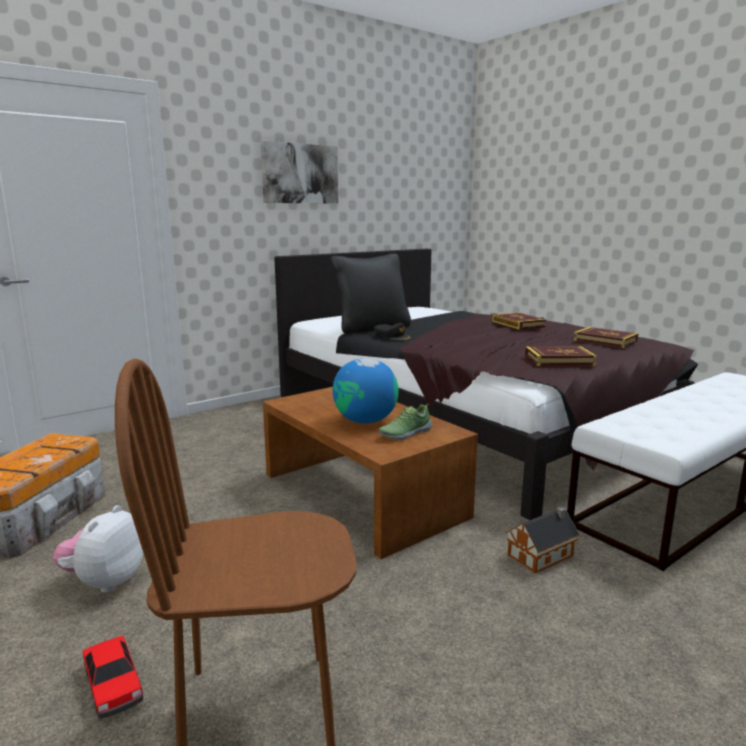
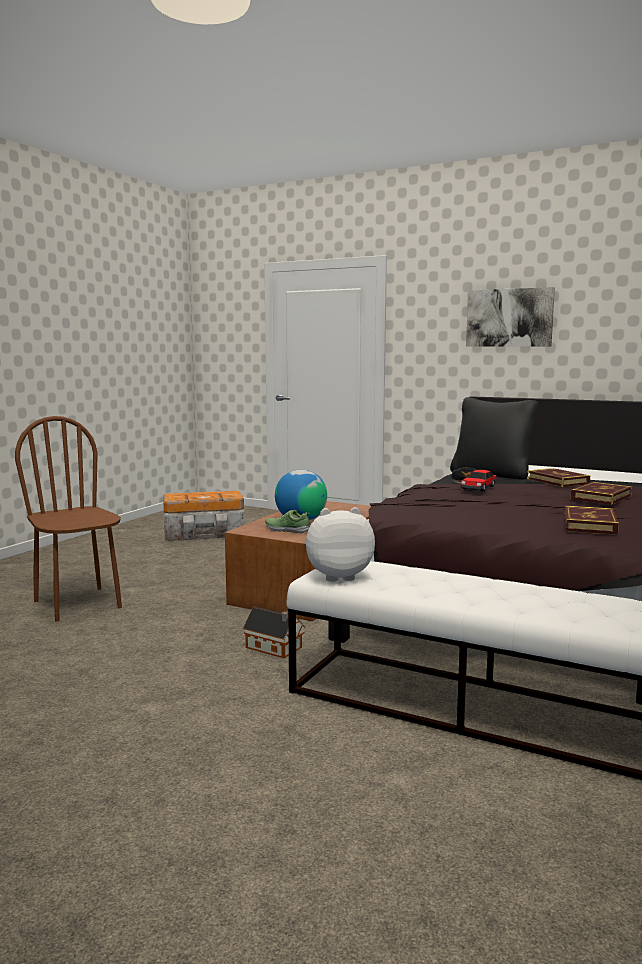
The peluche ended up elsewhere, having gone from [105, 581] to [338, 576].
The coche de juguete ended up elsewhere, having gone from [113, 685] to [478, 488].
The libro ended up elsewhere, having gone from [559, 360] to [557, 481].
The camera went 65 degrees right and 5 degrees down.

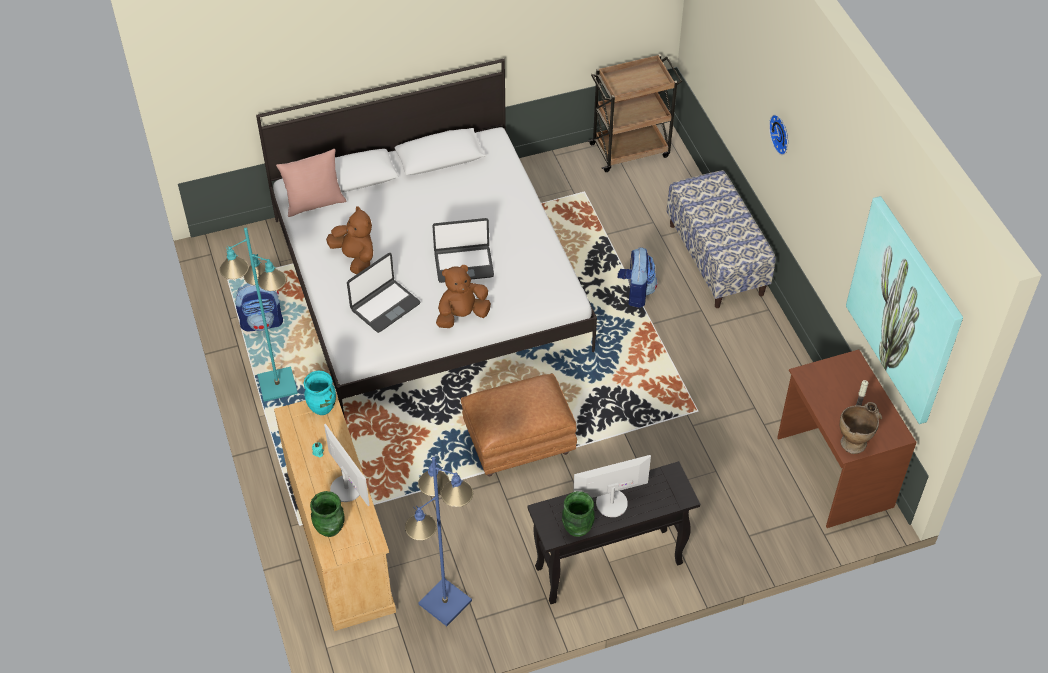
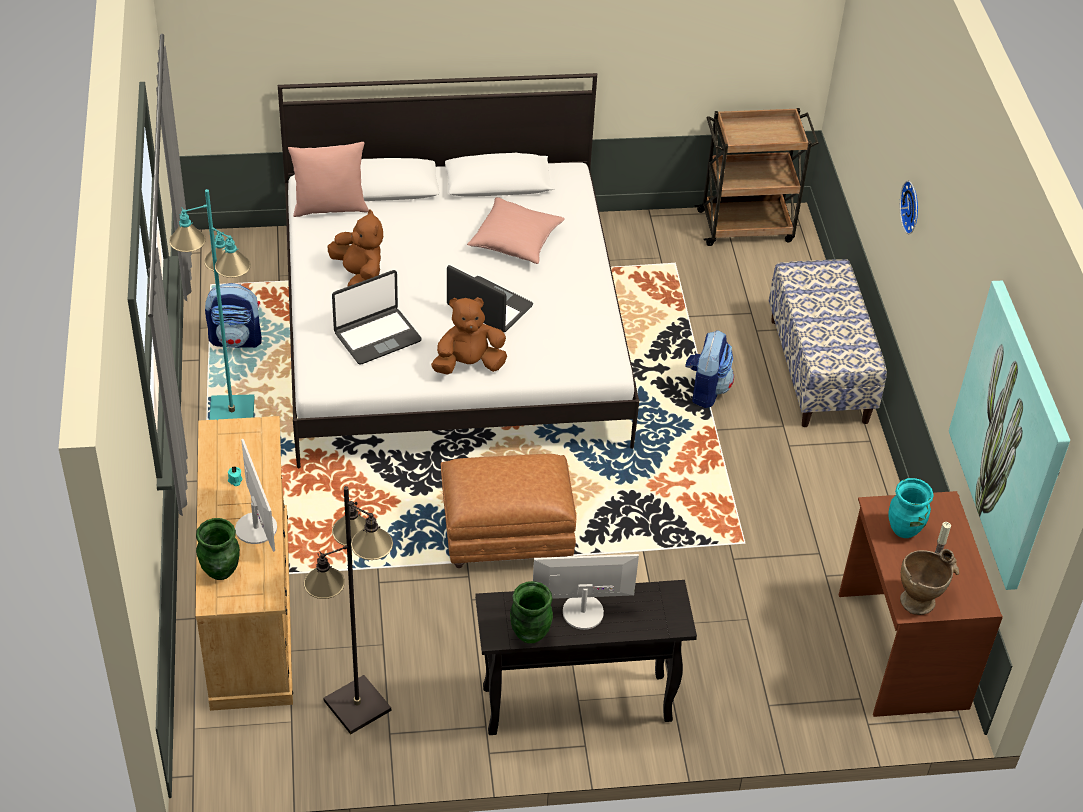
The florero/turquesa ended up elsewhere, having gone from [323, 408] to [904, 529].
What was the lámpara de pie/azul at [445, 603] turned into the lámpara de pie/negro at [357, 706].
The portátil at [463, 264] ended up facing another way, 150 degrees counterclockwise from before.
The second view gained the cojín/rosa at [516, 241].
The camera went 10 degrees right and 5 degrees down.

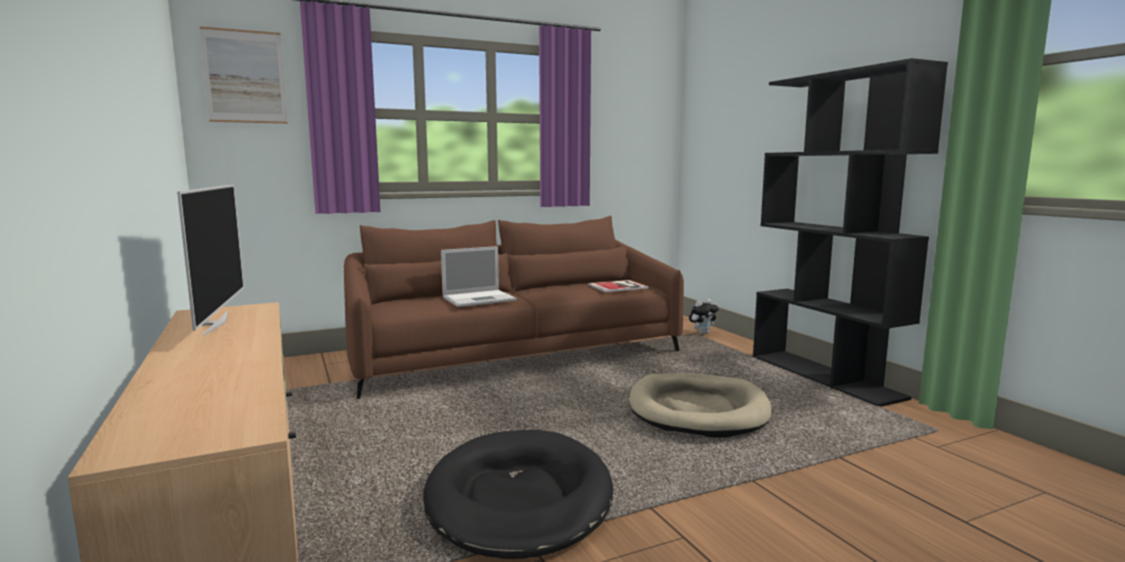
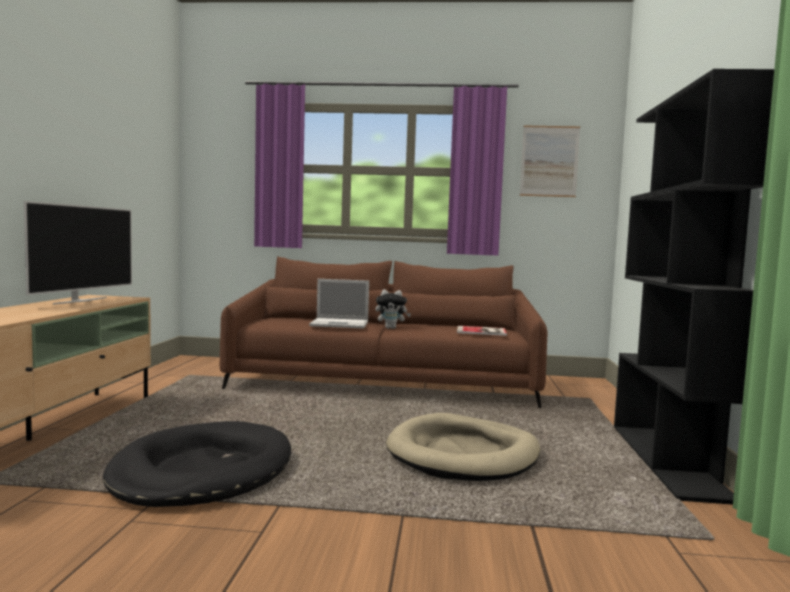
The cuadro ended up elsewhere, having gone from [245, 76] to [549, 161].
The peluche ended up elsewhere, having gone from [702, 333] to [391, 328].
The camera went 30 degrees right and 5 degrees down.

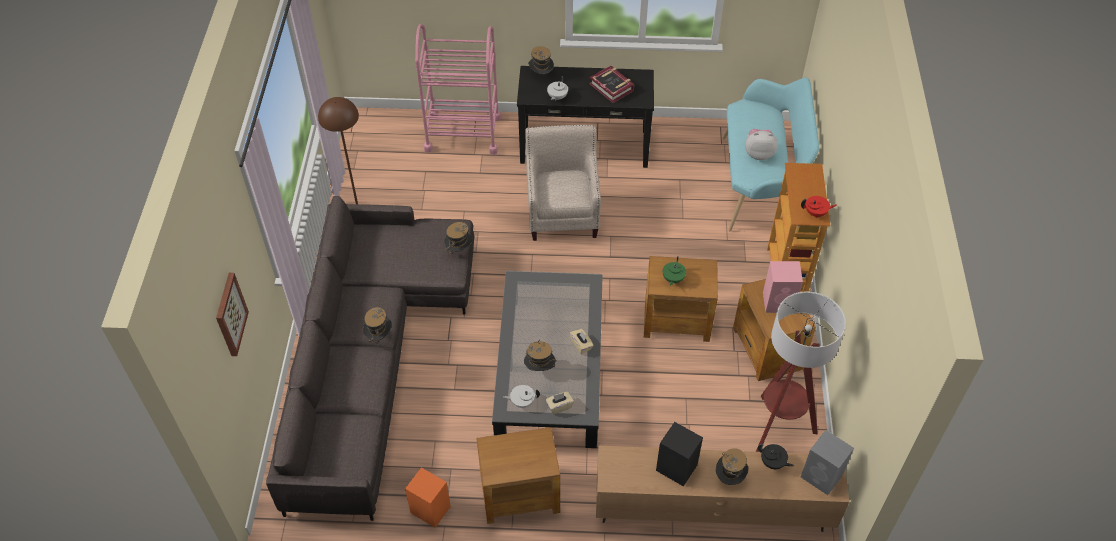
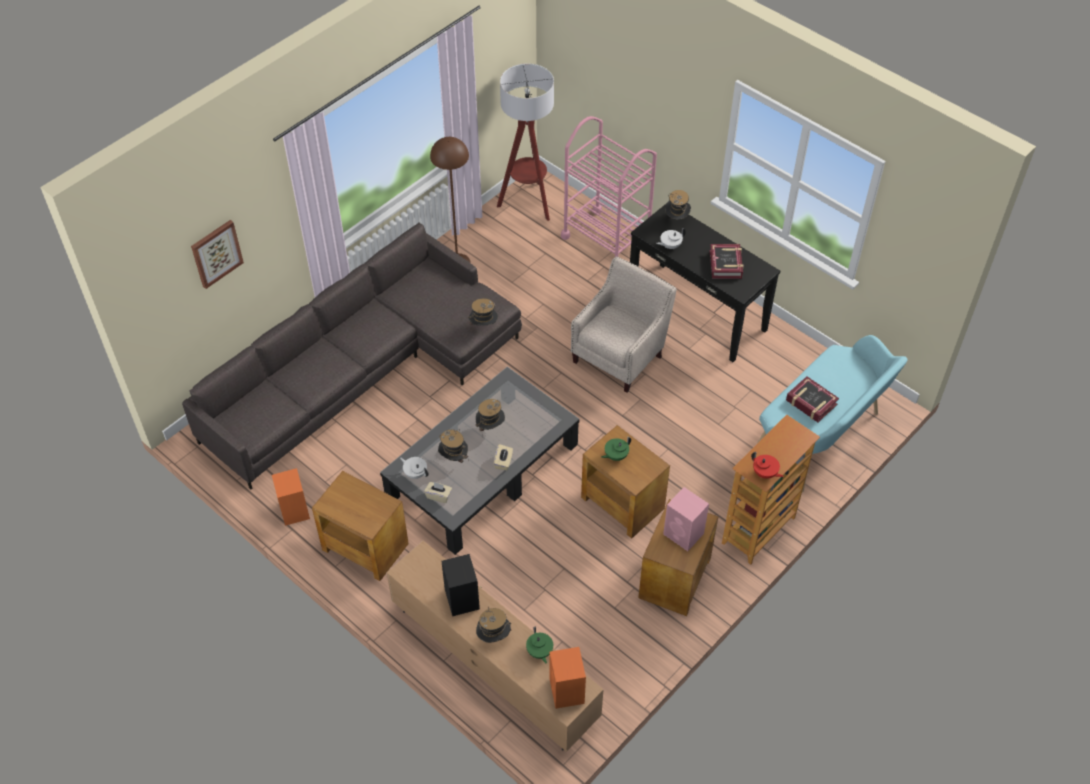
The sombrero ended up elsewhere, having gone from [379, 336] to [490, 427].
Where the peluche stood at [758, 153], the libro came to stand at [811, 402].
The lámpara de pie ended up elsewhere, having gone from [778, 427] to [528, 203].
What was the tetera/negro at [772, 463] turned into the tetera/verde at [539, 652].
What was the altavoz/gris at [822, 477] turned into the altavoz/naranja at [567, 692].
The camera went 40 degrees right and 0 degrees up.

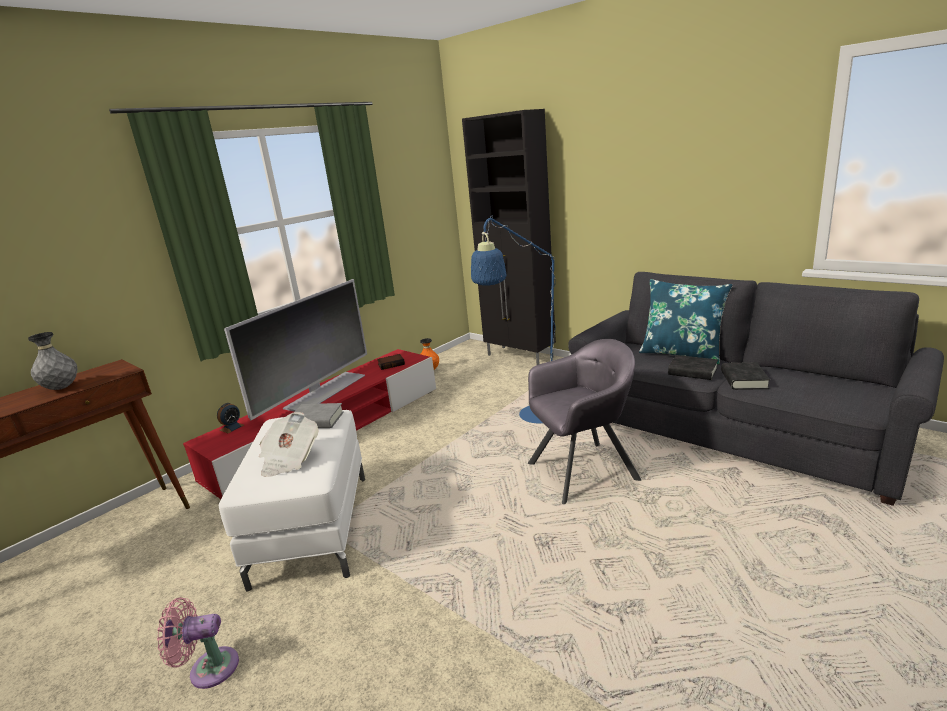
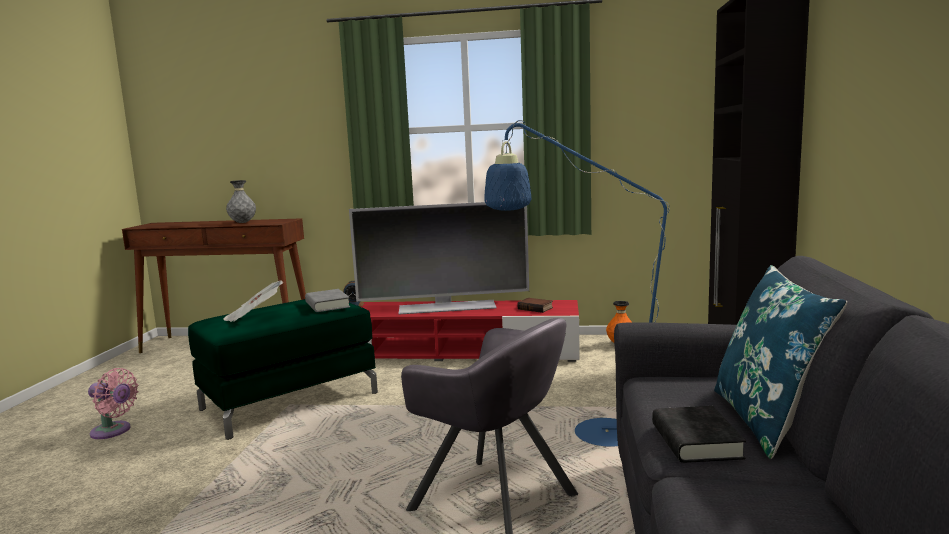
The ventilador/rosa at [209, 668] ended up facing another way, 150 degrees clockwise from before.
What was the puf/blanco at [312, 526] turned into the puf/verde at [290, 400].
The second view lost the libro/negro at [744, 380].
The camera went 55 degrees right and 10 degrees down.

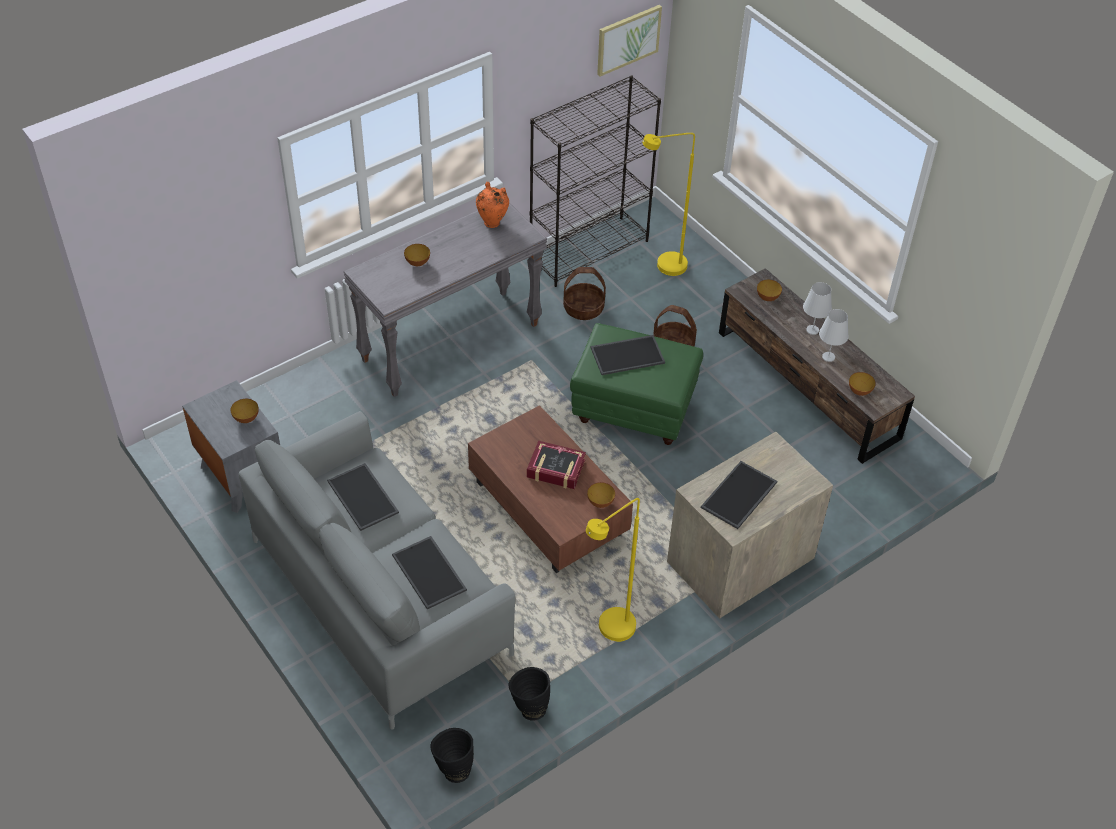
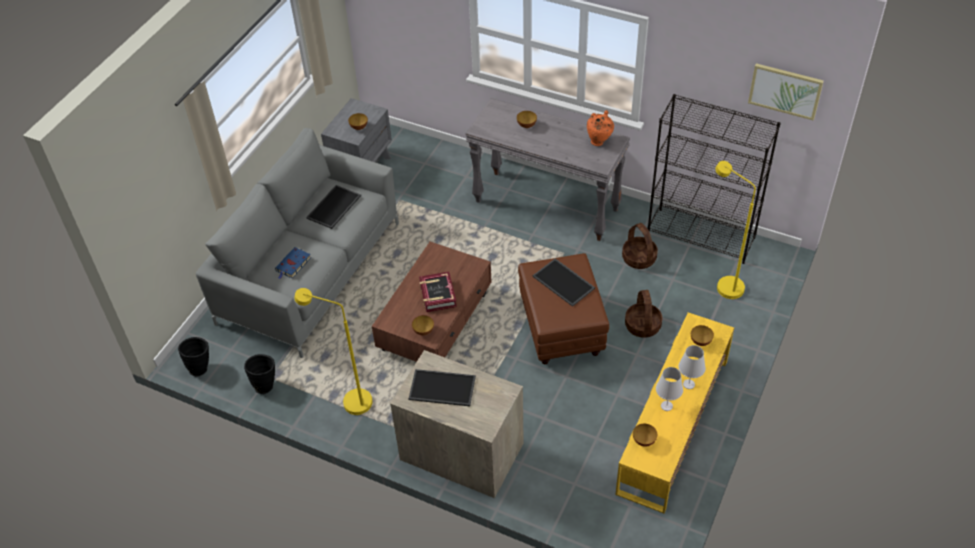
Where the bandeja stood at [430, 572], the libro/azul came to stand at [293, 265].
What was the puf/verde at [634, 409] turned into the puf/marrón at [562, 329].
What was the mueble de televisión/marrón at [808, 385] turned into the mueble de televisión/amarillo at [673, 426].
The camera went 65 degrees right and 0 degrees up.

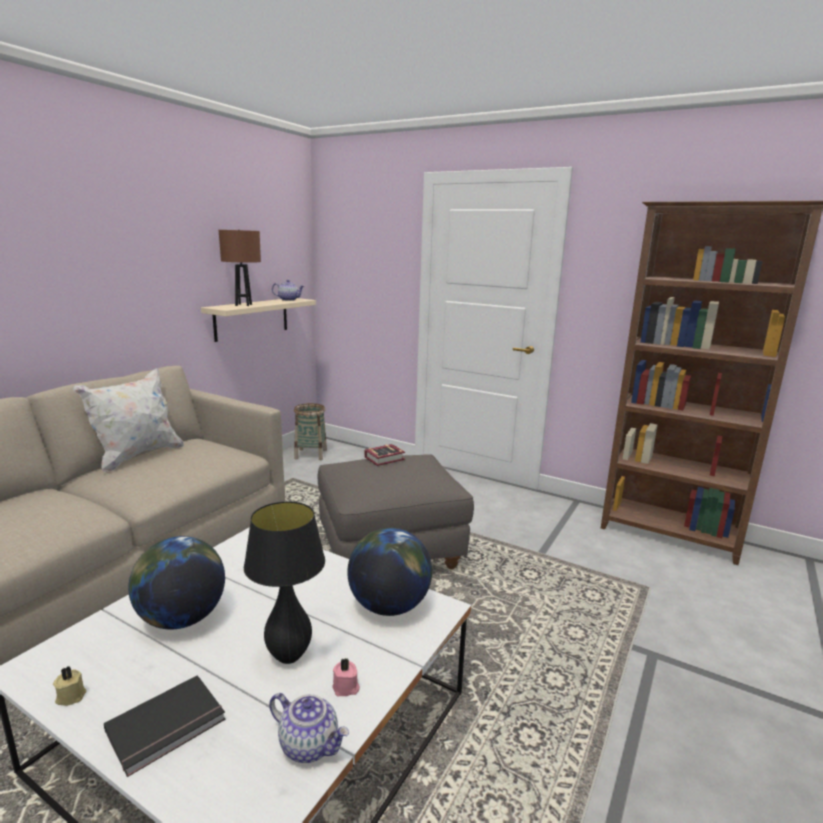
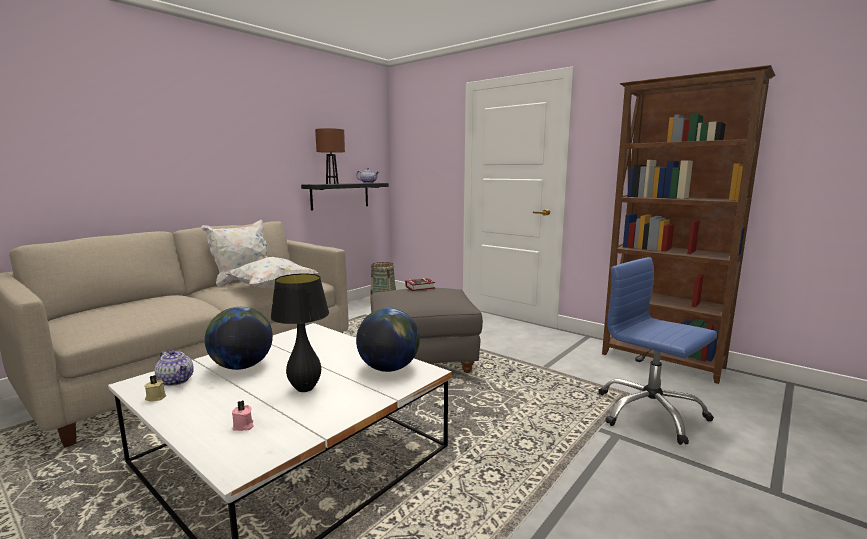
The second view lost the libro/negro at [168, 727].
What was the estante/beis at [252, 318] turned into the estante/negro at [340, 195].
The tetera ended up elsewhere, having gone from [310, 745] to [176, 381].
The vela/rosa ended up elsewhere, having gone from [346, 688] to [243, 426].
The second view gained the cojín/blanco at [272, 288].
The second view gained the silla de oficina/azul at [649, 413].
The camera went 10 degrees right and 5 degrees down.

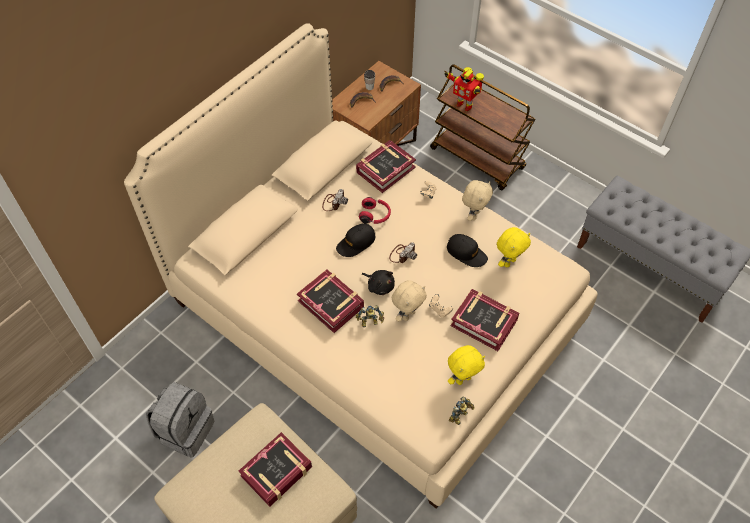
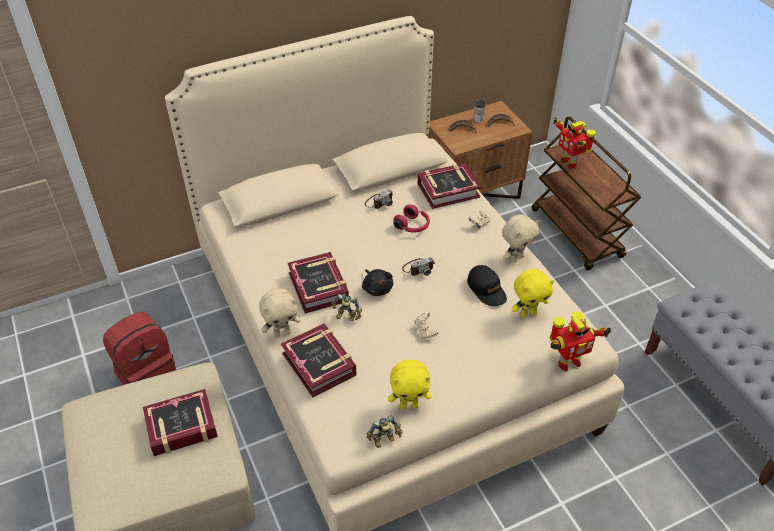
What was the mochila/gris at [185, 430] turned into the mochila/rojo at [146, 372].
The second view lost the gorra/negro at [356, 243].
The peluche/beis ended up elsewhere, having gone from [408, 315] to [282, 333].
The libro ended up elsewhere, having gone from [484, 322] to [319, 364].
The second view gained the robot de juguete at [567, 362].
The camera went 25 degrees right and 10 degrees down.

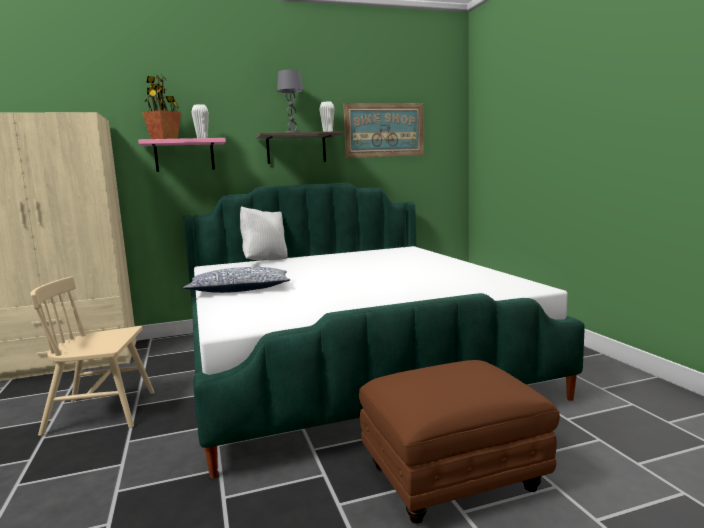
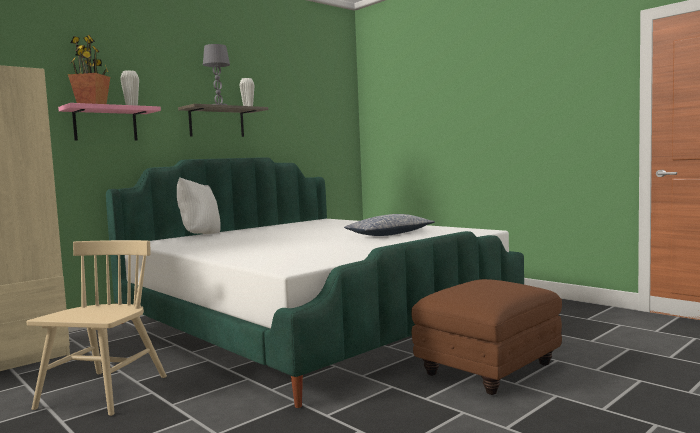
The silla/beis at [101, 412] ended up facing another way, 135 degrees clockwise from before.
The cojín ended up elsewhere, having gone from [239, 290] to [389, 234].
The second view lost the cuadro at [384, 130].
The camera went 25 degrees left and 5 degrees down.

